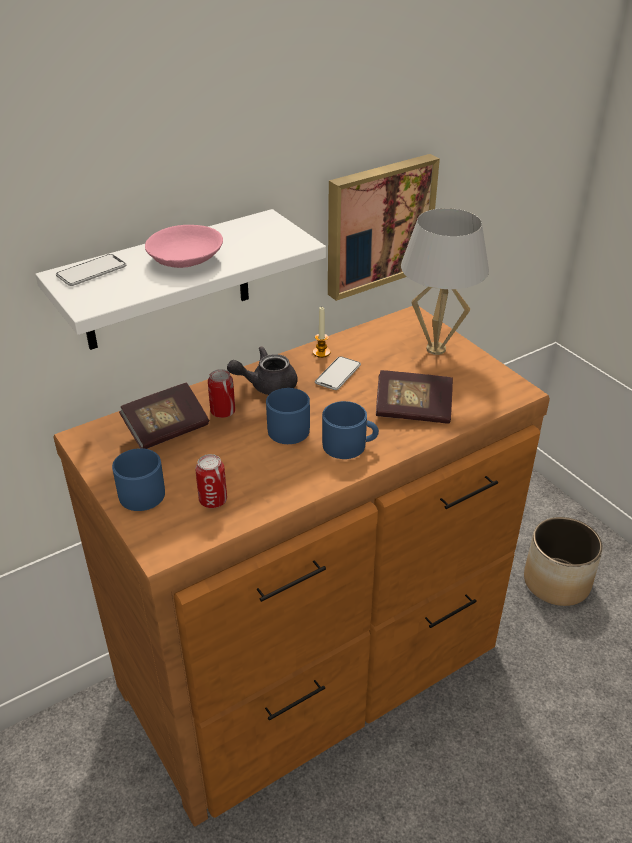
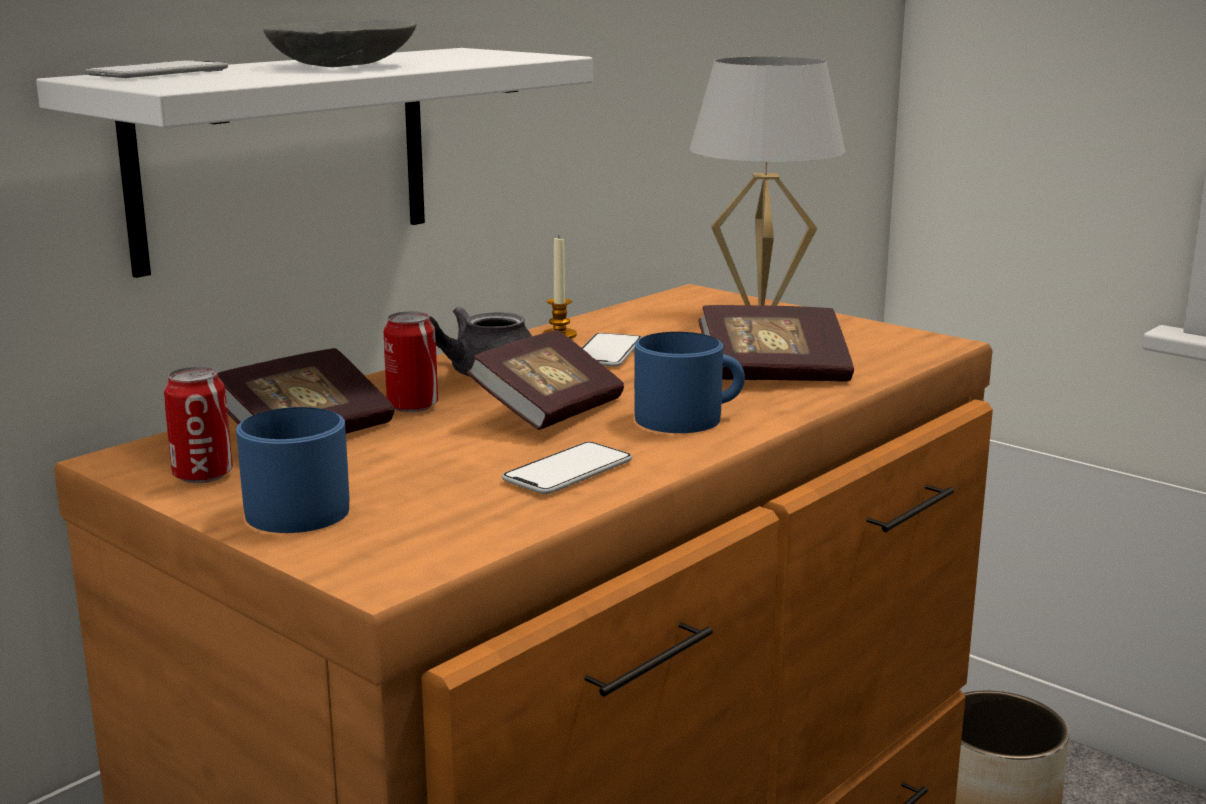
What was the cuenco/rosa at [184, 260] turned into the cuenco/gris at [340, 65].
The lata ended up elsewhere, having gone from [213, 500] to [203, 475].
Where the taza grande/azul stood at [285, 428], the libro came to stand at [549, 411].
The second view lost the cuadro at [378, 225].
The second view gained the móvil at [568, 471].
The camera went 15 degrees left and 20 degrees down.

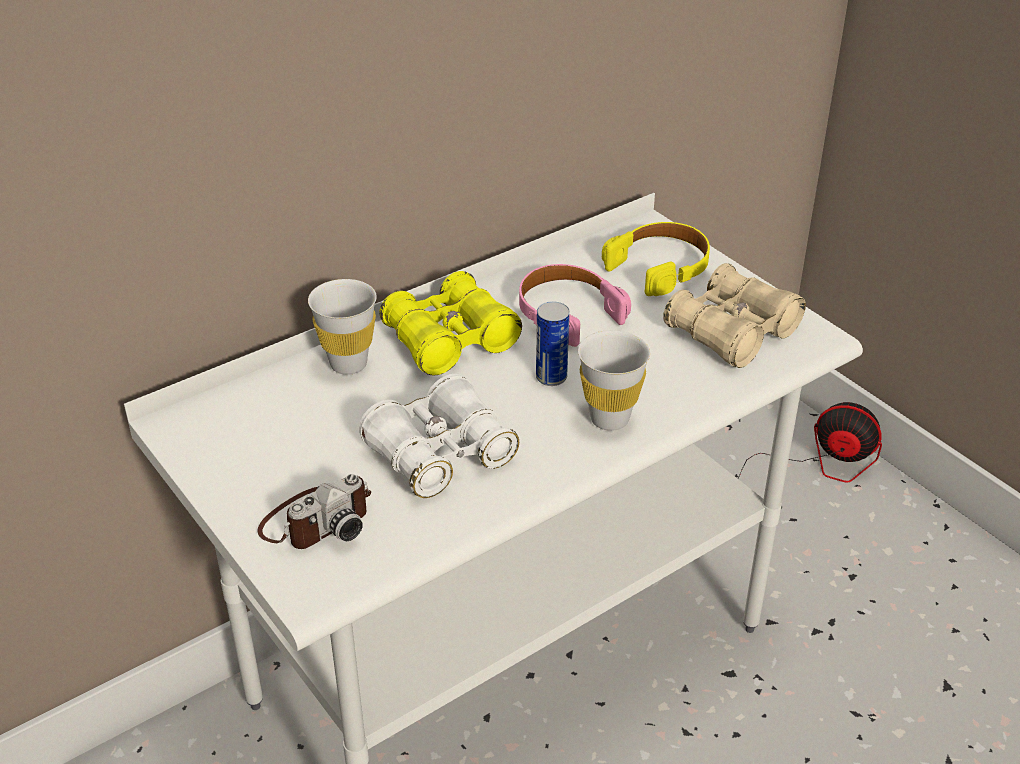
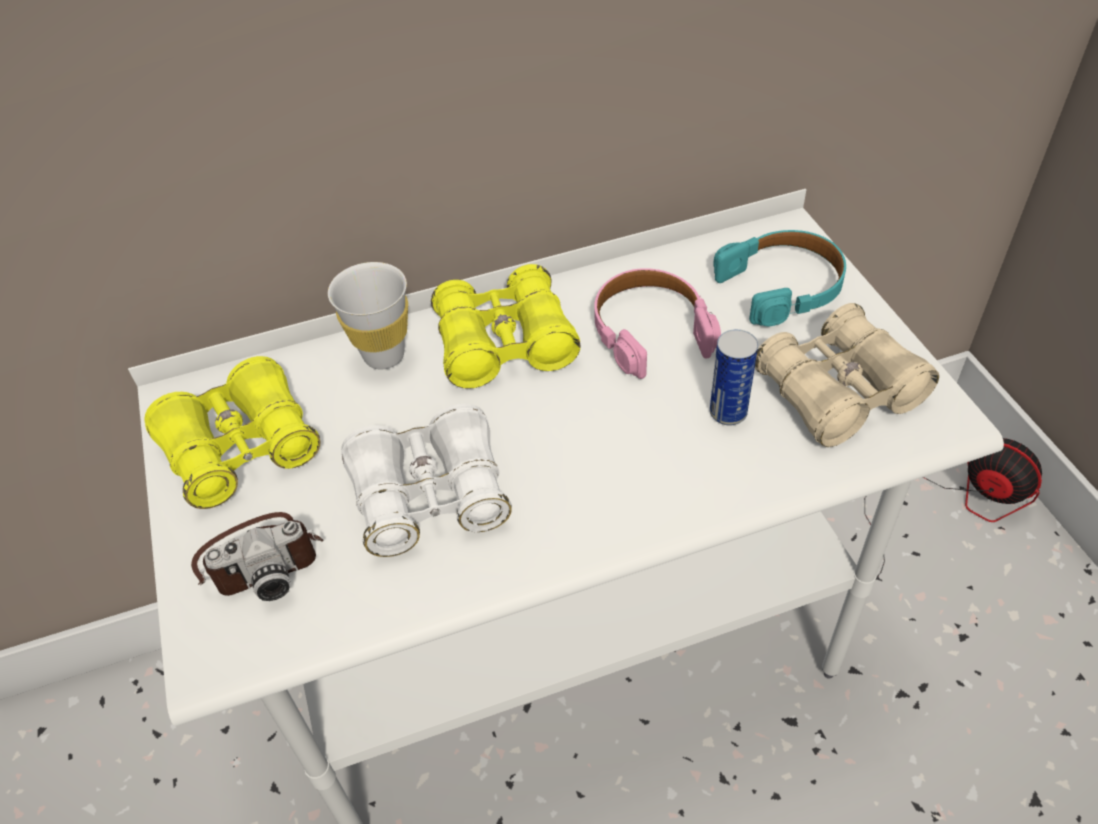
The lata ended up elsewhere, having gone from [551, 377] to [728, 412].
The second view lost the taza/blanco at [609, 419].
What was the auriculares/amarillo at [660, 267] turned into the auriculares/turquesa at [782, 286].
The second view gained the prismáticos/amarillo at [241, 449].
The camera went 20 degrees right and 10 degrees up.

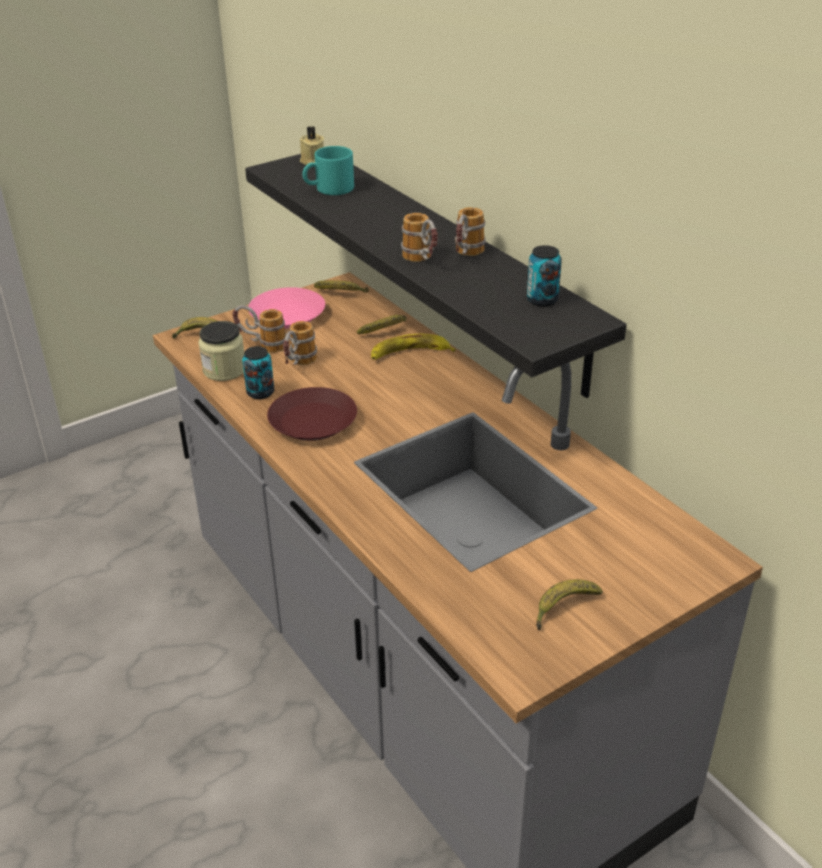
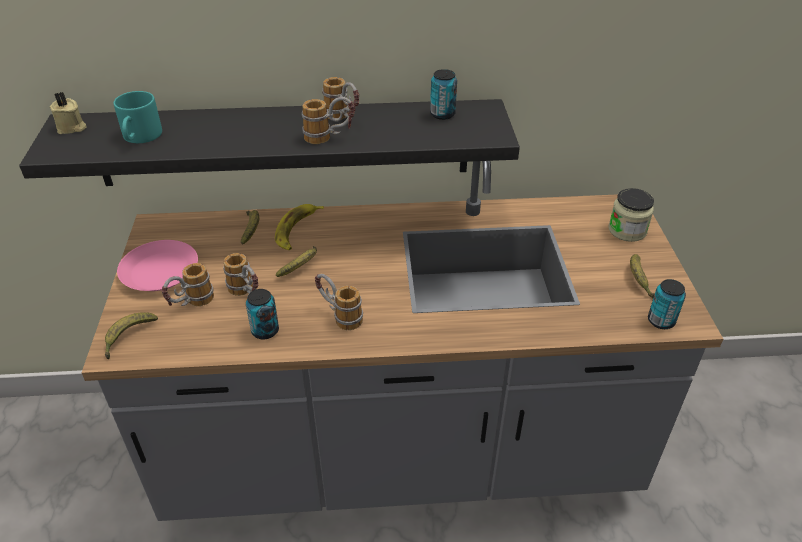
The tarro ended up elsewhere, having gone from [224, 370] to [627, 230].
Where the plato/marrón stood at [312, 422], the taza grande came to stand at [339, 315].
The plátano ended up elsewhere, having gone from [341, 294] to [301, 266].
The second view gained the lata at [661, 321].
The camera went 60 degrees left and 5 degrees up.

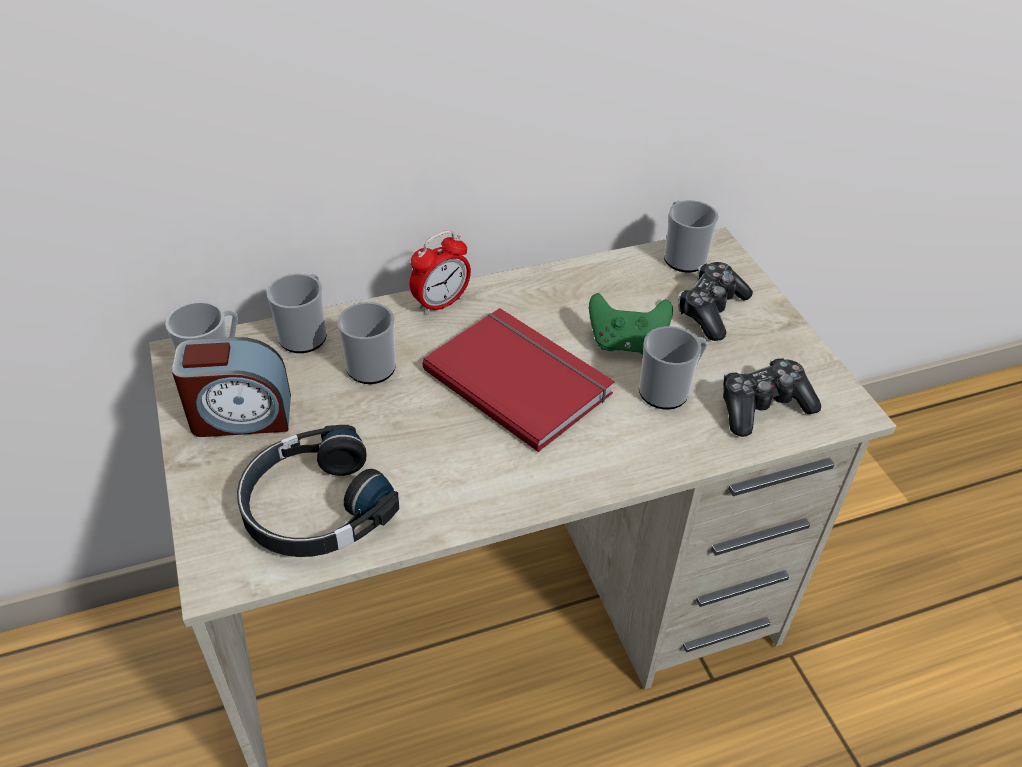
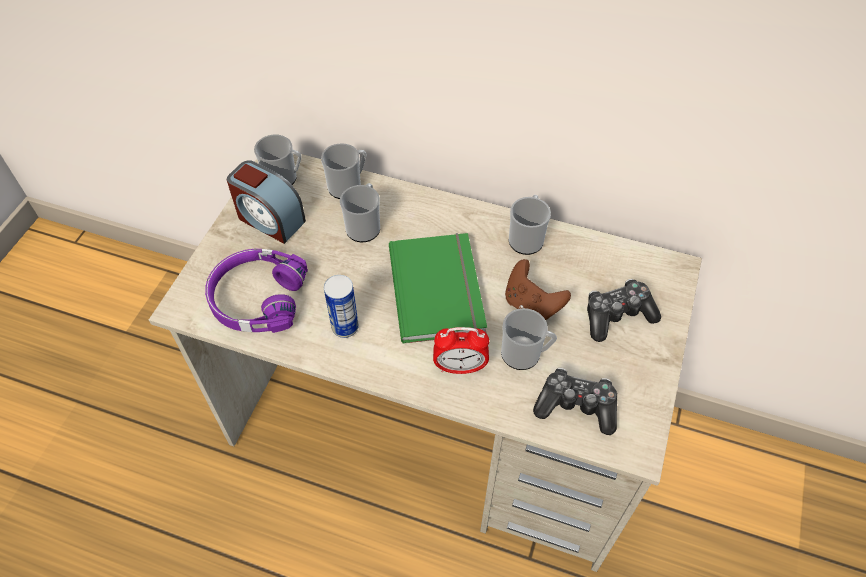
What was the auriculares/negro at [314, 507] turned into the auriculares/morado at [257, 298].
The despertador ended up elsewhere, having gone from [441, 303] to [460, 367].
What was the libro/rojo at [520, 379] turned into the libro/verde at [440, 289].
What was the mando de consola/verde at [626, 343] turned into the mando de consola/marrón at [531, 305].
The taza grande ended up elsewhere, having gone from [682, 256] to [526, 238].
The second view gained the lata at [345, 327].
The camera went 40 degrees right and 10 degrees up.

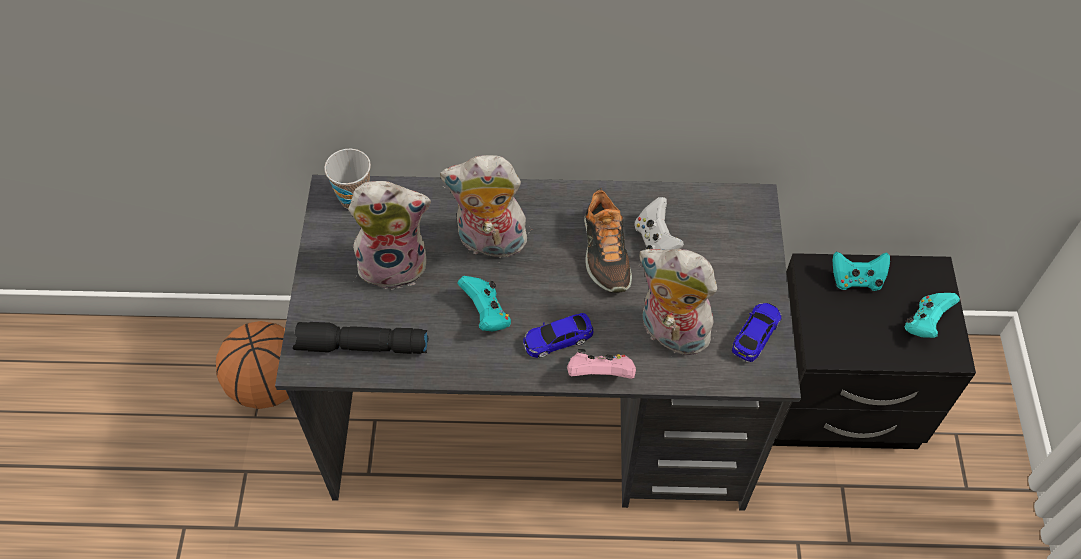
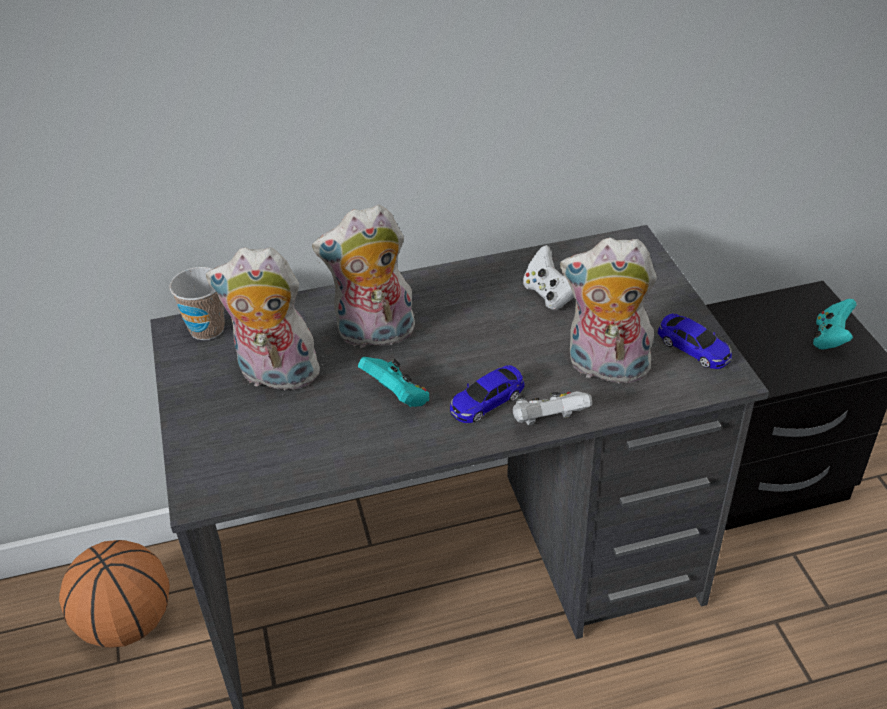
The second view lost the linterna/negro at [361, 347].
The peluche at [395, 263] ended up facing another way, 150 degrees counterclockwise from before.
What was the mando de consola/rosa at [600, 374] turned into the mando de consola/blanco at [548, 422].
The second view lost the zapato at [605, 252].
The coche de juguete at [755, 335] ended up facing another way, 120 degrees clockwise from before.
The second view lost the mando de consola/turquesa at [856, 280].
The camera went 15 degrees left and 15 degrees down.

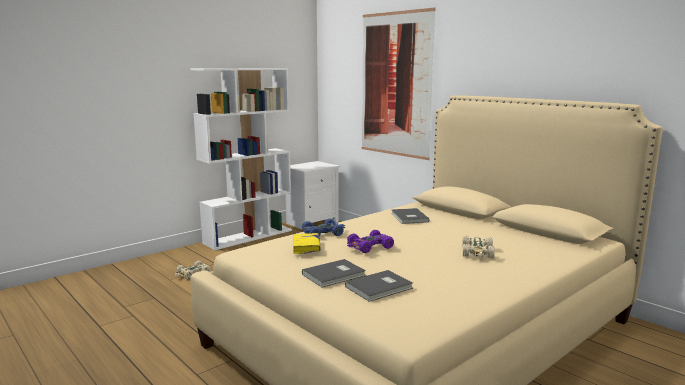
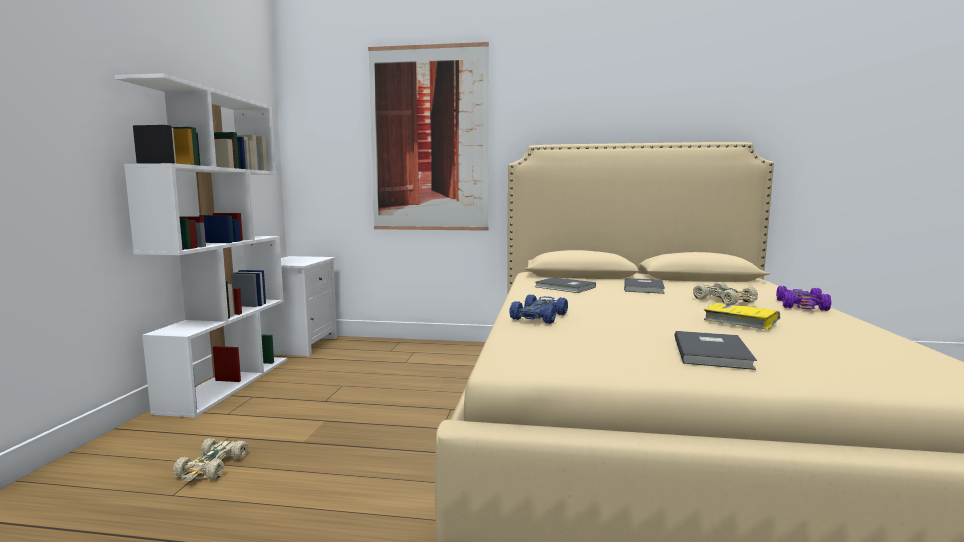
The libro/amarillo ended up elsewhere, having gone from [306, 247] to [740, 322].
The libro/gris ended up elsewhere, having gone from [380, 288] to [645, 287].
The coche de juguete/morado ended up elsewhere, having gone from [369, 247] to [802, 306].
The camera went 40 degrees left and 5 degrees down.

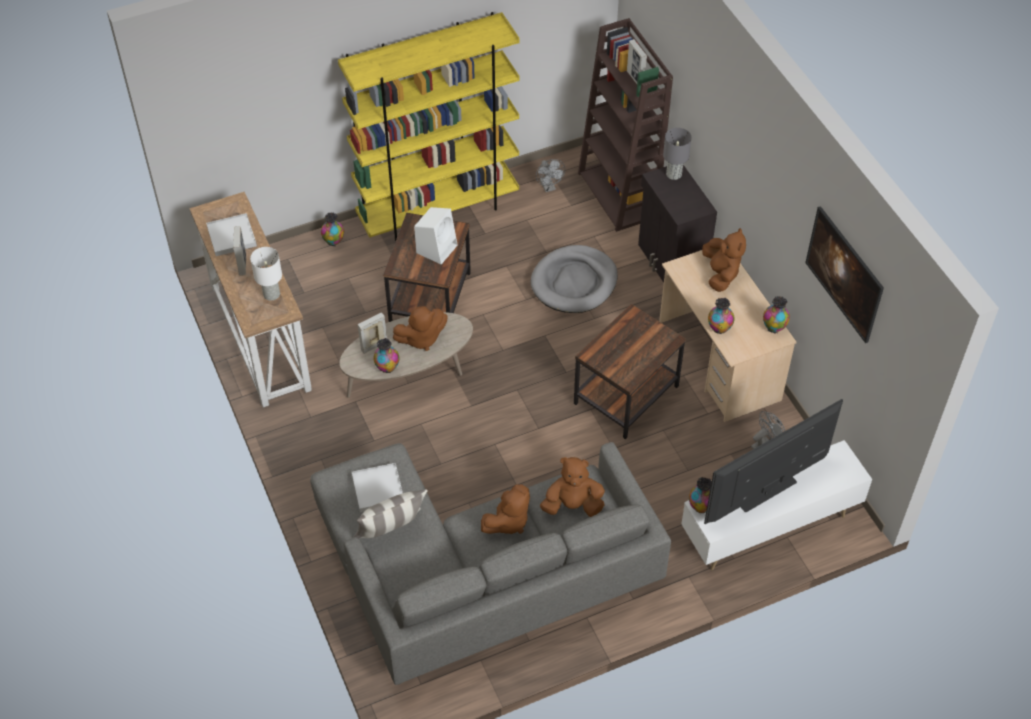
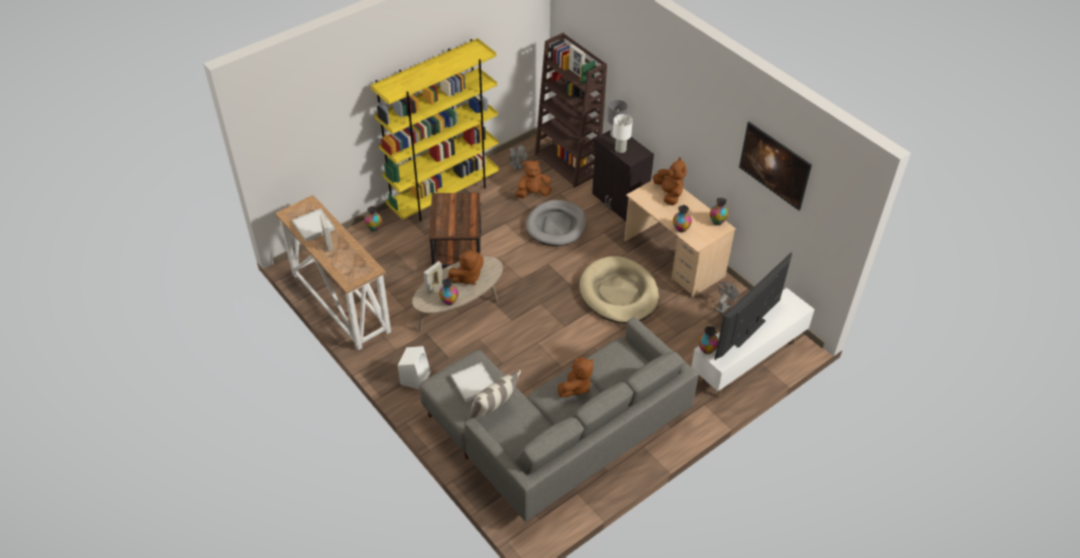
The lámpara de mesa/blanco ended up elsewhere, having gone from [271, 294] to [620, 149].
The altavoz/blanco ended up elsewhere, having gone from [437, 248] to [415, 377].
The peluche/marrón ended up elsewhere, having gone from [573, 505] to [533, 193].
Where the mesa auxiliar/marrón stood at [626, 396], the cama para perro/beis came to stand at [619, 293].
The camera went 15 degrees left and 5 degrees down.

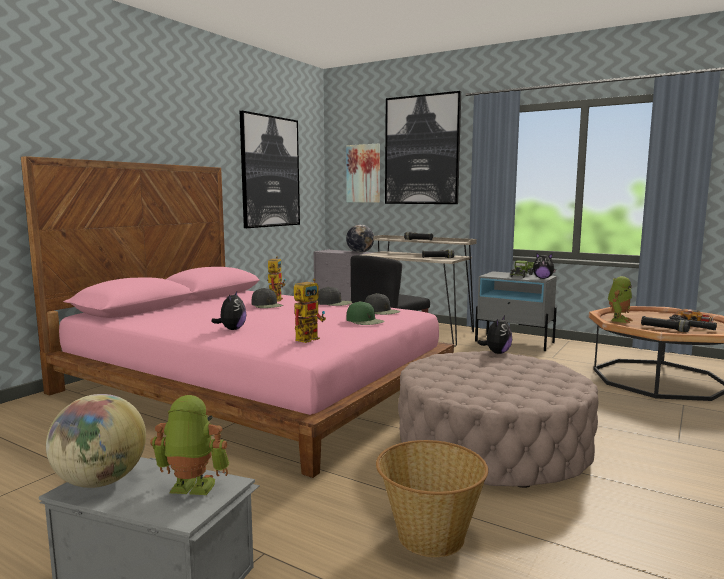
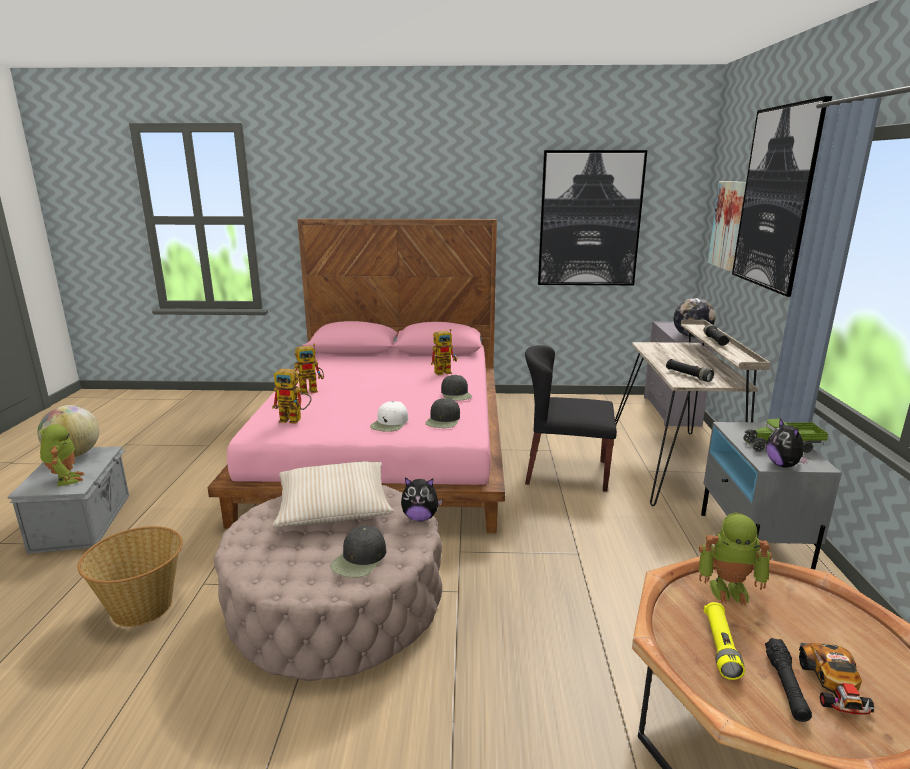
Where the peluche stood at [232, 329], the robot de juguete came to stand at [312, 390].
The gorra/negro ended up elsewhere, having gone from [267, 305] to [359, 559].
What was the gorra/verde at [365, 321] turned into the gorra/blanco at [390, 423].
What was the linterna/negro at [664, 329] turned into the linterna/amarillo at [721, 647].
The second view gained the cojín/beis at [333, 506].
The camera went 60 degrees right and 10 degrees up.

